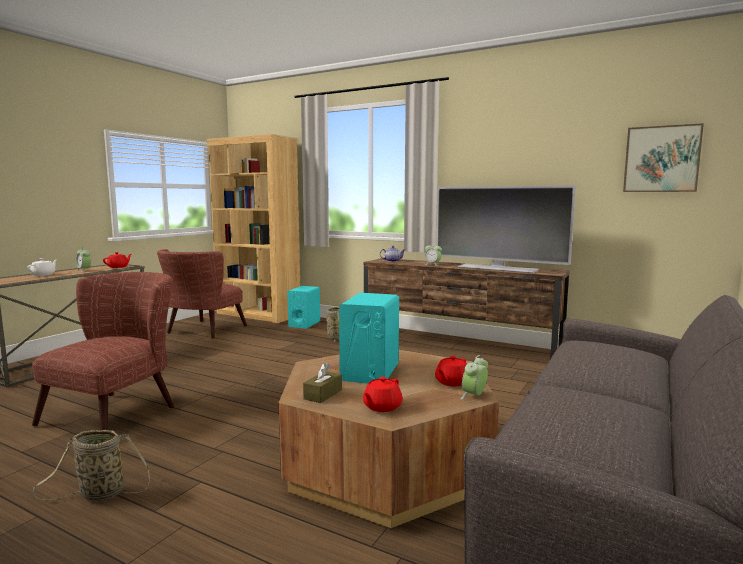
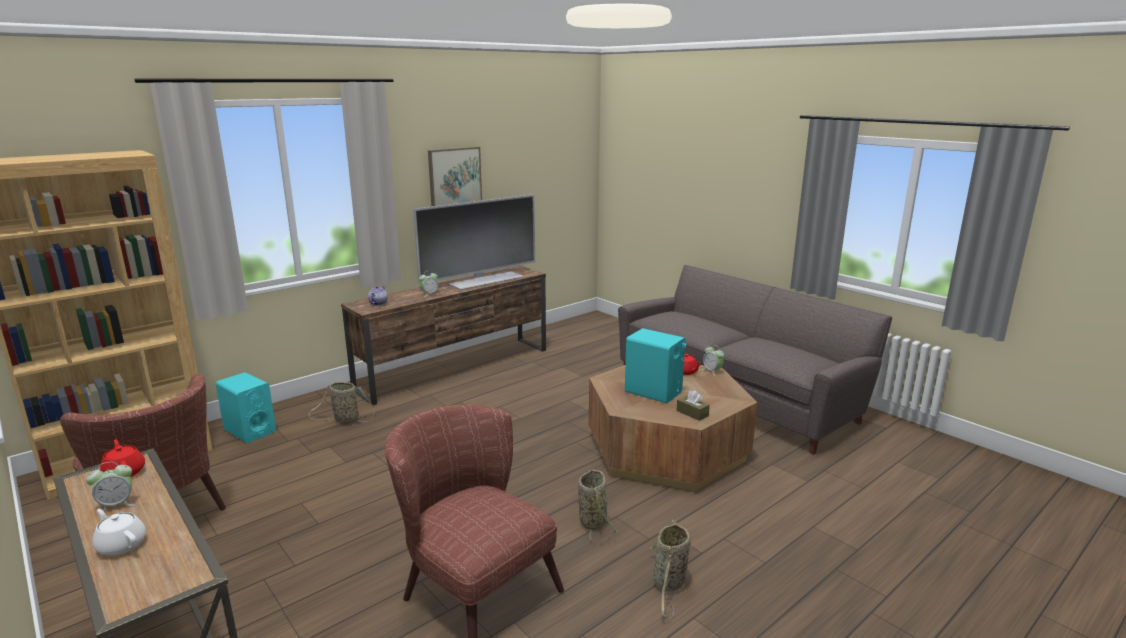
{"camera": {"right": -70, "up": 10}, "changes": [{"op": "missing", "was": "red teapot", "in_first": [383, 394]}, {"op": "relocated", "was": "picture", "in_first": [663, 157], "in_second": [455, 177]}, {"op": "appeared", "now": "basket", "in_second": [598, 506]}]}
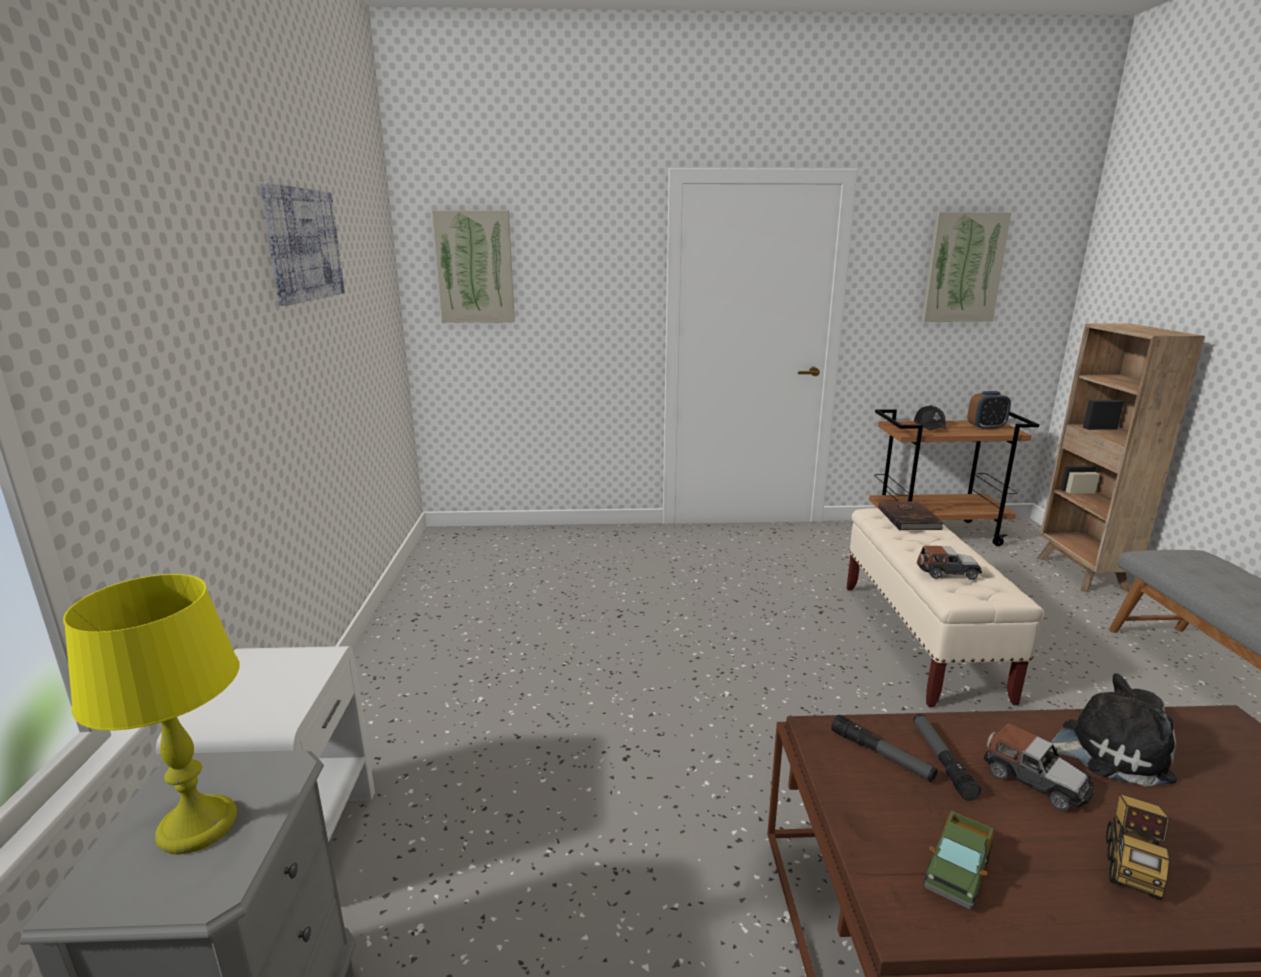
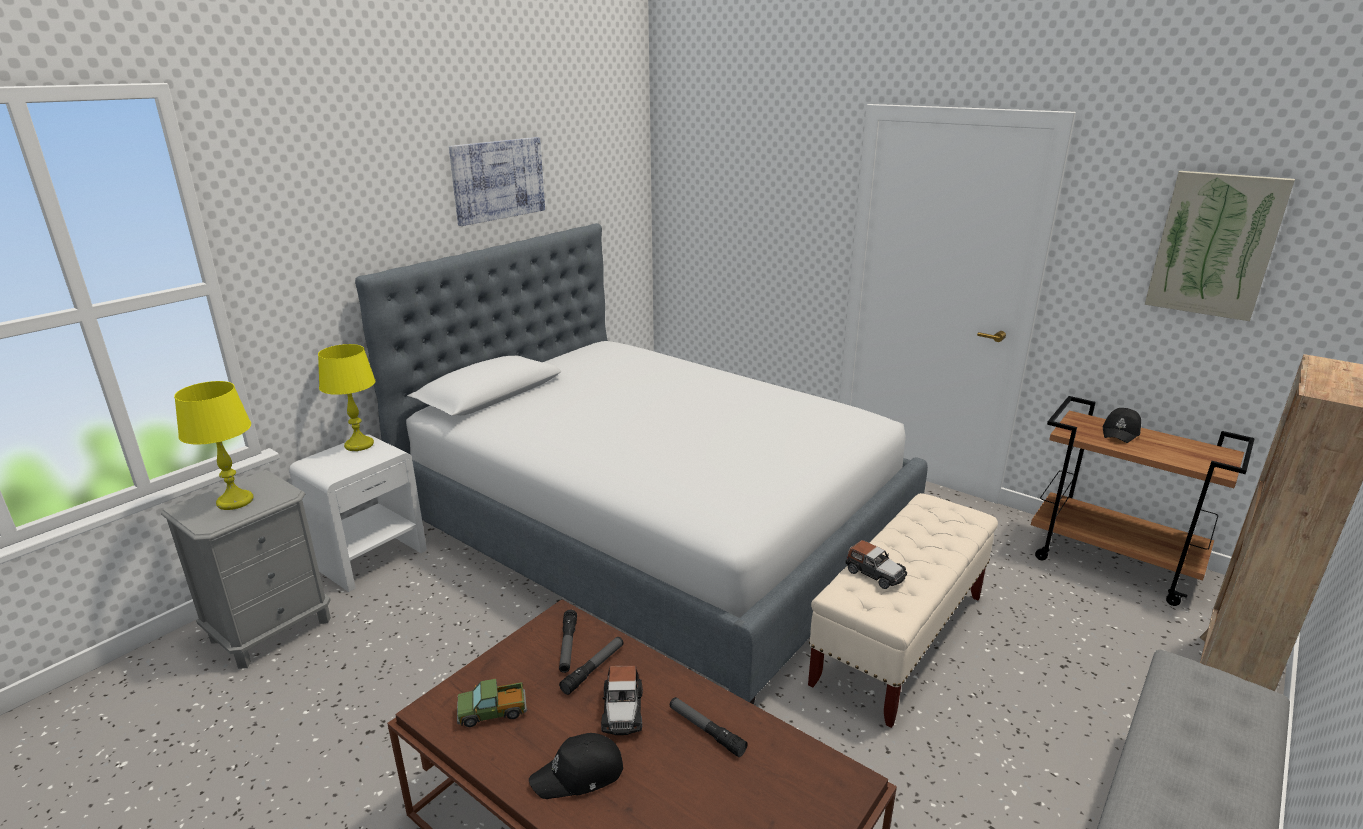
{"camera": {"right": 40, "up": 5}, "changes": [{"op": "missing", "was": "picture", "in_first": [473, 266]}, {"op": "missing", "was": "brown book", "in_first": [911, 515]}, {"op": "missing", "was": "alarm clock", "in_first": [989, 410]}, {"op": "exchanged", "was": "plush toy", "now": "flashlight", "in_first": [1113, 729], "in_second": [709, 727]}, {"op": "exchanged", "was": "toy truck", "now": "black cap", "in_first": [1138, 847], "in_second": [576, 766]}, {"op": "appeared", "now": "yellow table lamp", "in_second": [347, 397]}, {"op": "appeared", "now": "bed", "in_second": [641, 464]}]}
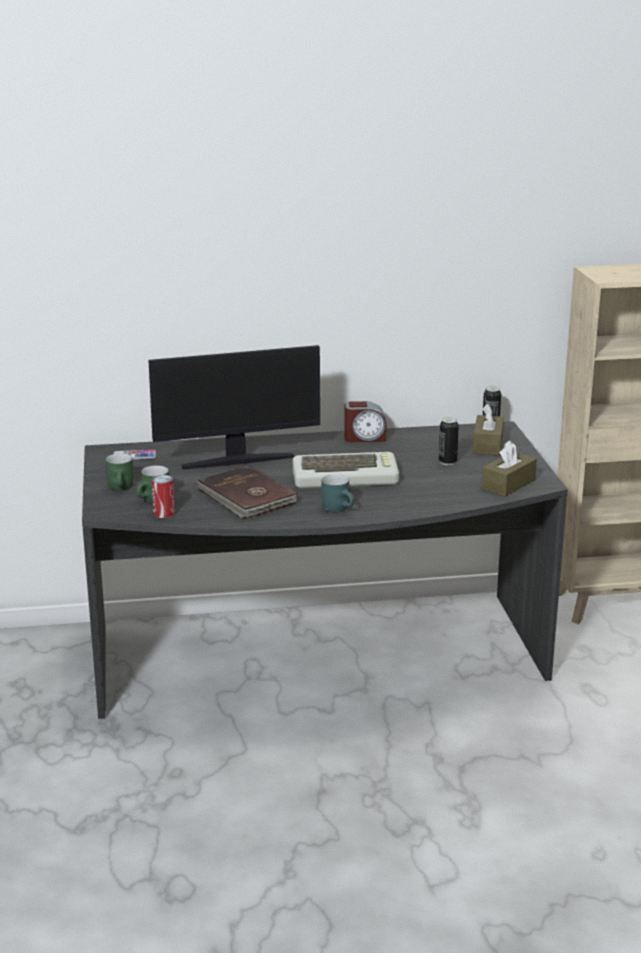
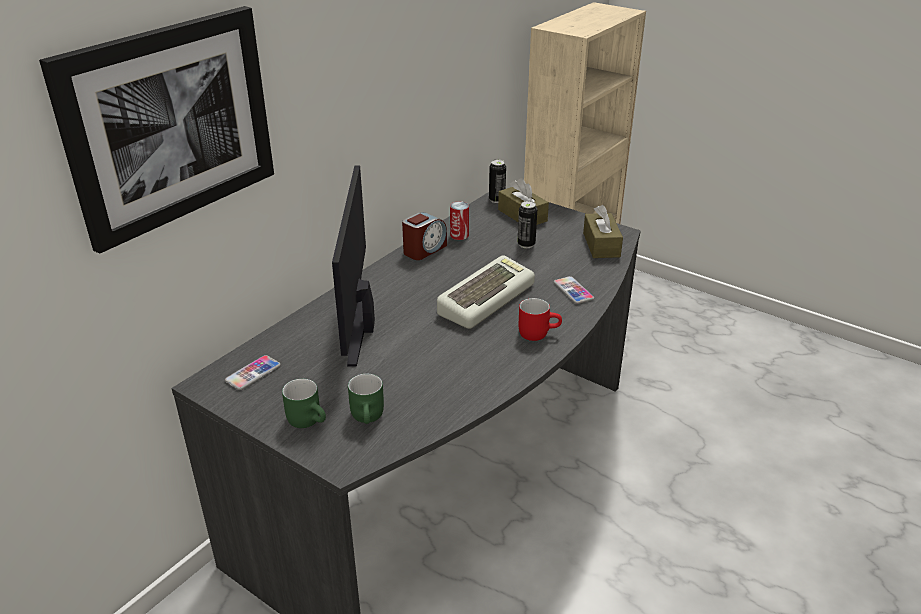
{"camera": {"right": -45, "up": 10}, "changes": [{"op": "spun", "was": "monitor", "in_first": [234, 407], "in_second": [353, 266], "clockwise": 150}, {"op": "relocated", "was": "can", "in_first": [163, 496], "in_second": [459, 220]}, {"op": "missing", "was": "brown book", "in_first": [247, 492]}, {"op": "colour", "was": "turquoise mug", "now": "red mug", "in_first": [337, 493], "in_second": [540, 319]}, {"op": "appeared", "now": "picture", "in_second": [156, 129]}, {"op": "appeared", "now": "phone", "in_second": [574, 290]}]}
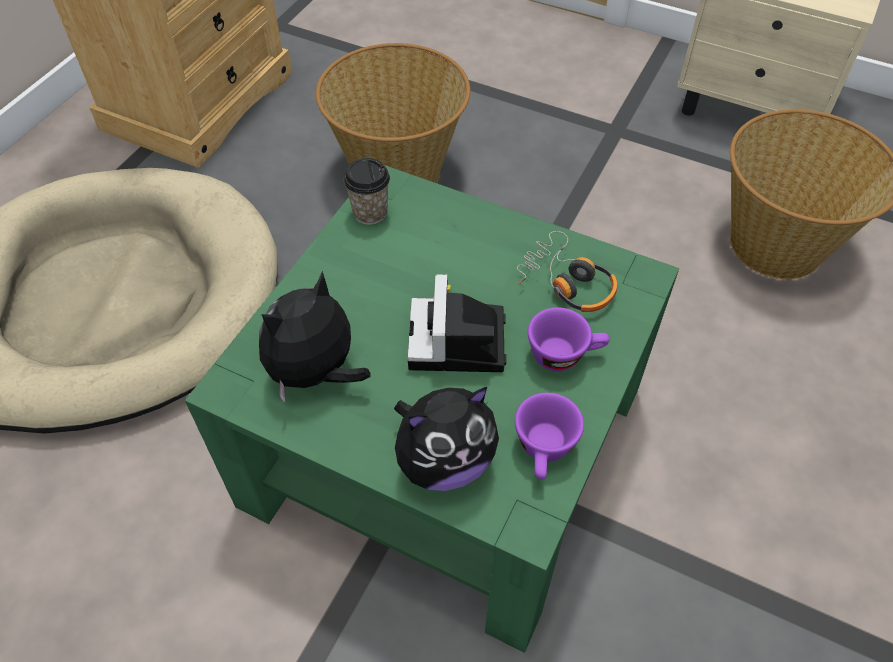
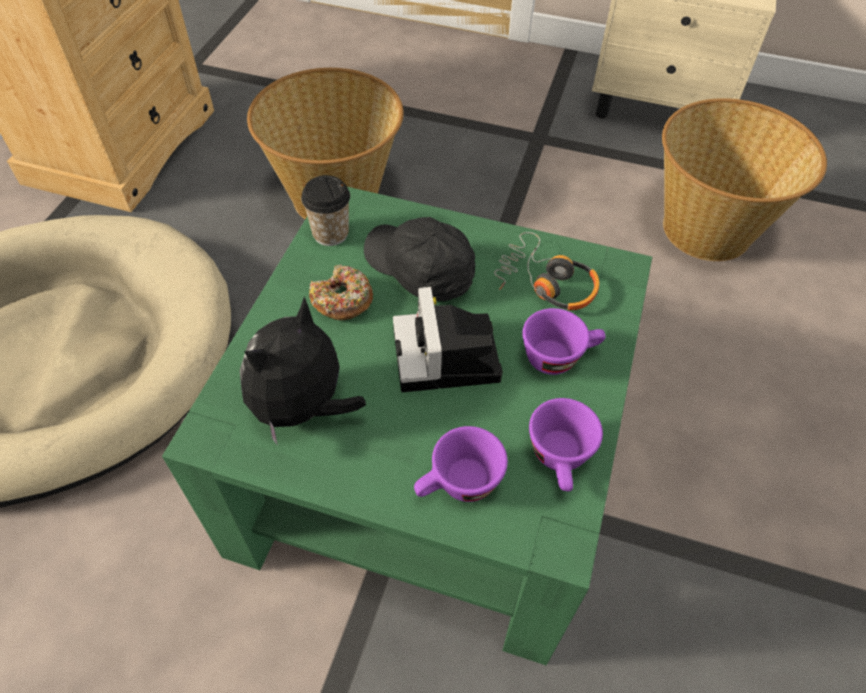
{"camera": {"right": -10, "up": 0}, "changes": [{"op": "exchanged", "was": "plush toy", "now": "purple cup", "in_first": [446, 439], "in_second": [461, 464]}, {"op": "appeared", "now": "donut", "in_second": [341, 292]}, {"op": "appeared", "now": "black cap", "in_second": [419, 259]}]}
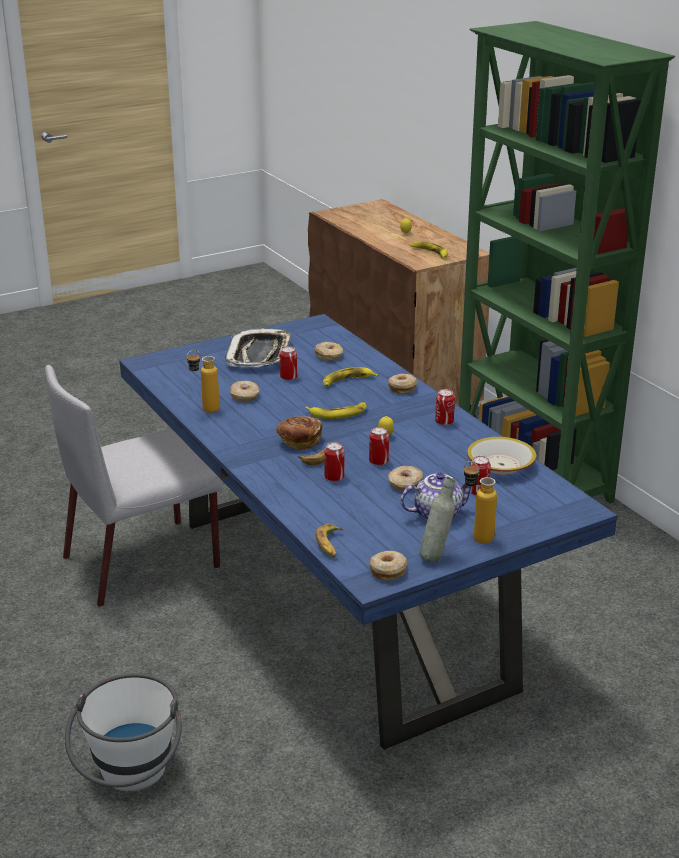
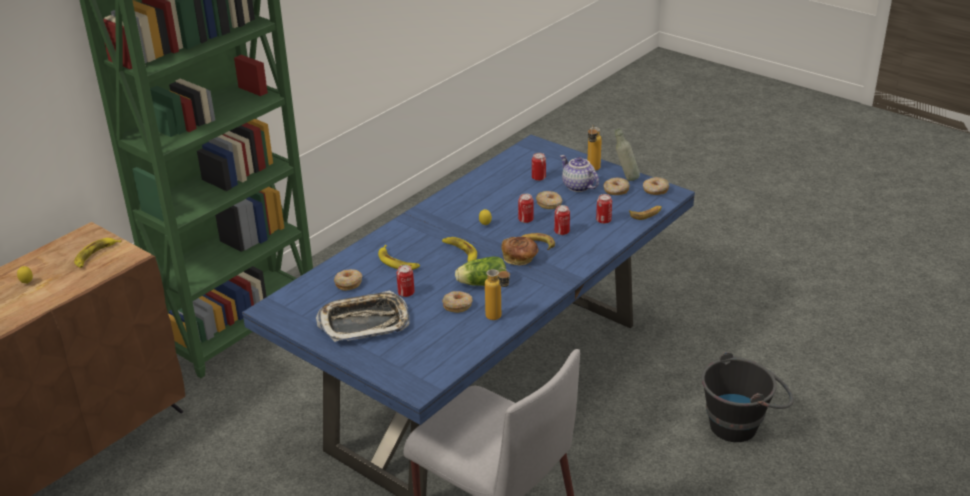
{"camera": {"right": -110, "up": 5}, "changes": [{"op": "colour", "was": "white bucket", "now": "black bucket", "in_first": [123, 732], "in_second": [747, 397]}, {"op": "relocated", "was": "donut", "in_first": [402, 384], "in_second": [616, 186]}, {"op": "relocated", "was": "can", "in_first": [445, 407], "in_second": [604, 209]}, {"op": "missing", "was": "bowl", "in_first": [501, 456]}, {"op": "appeared", "now": "lettuce", "in_second": [480, 271]}]}
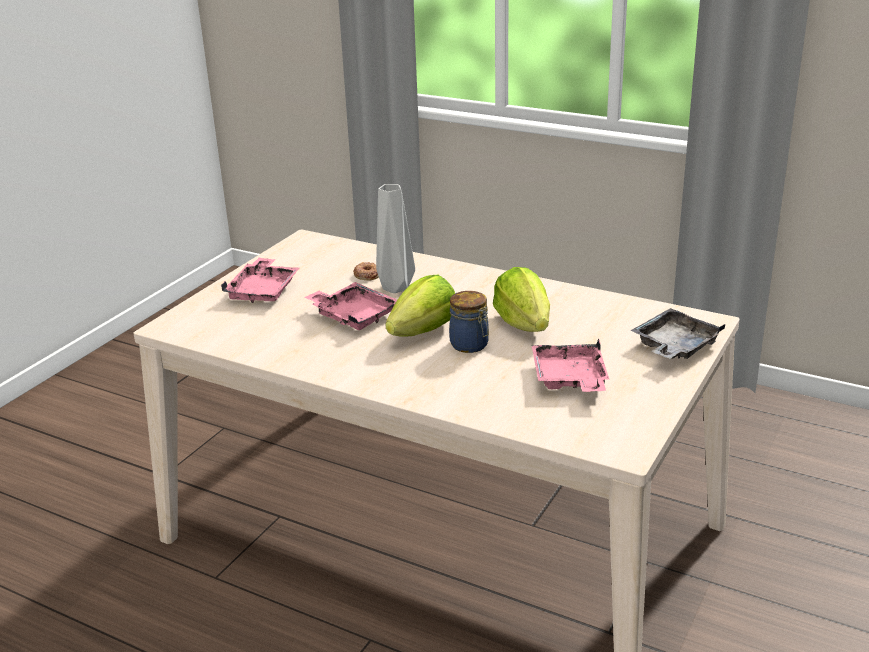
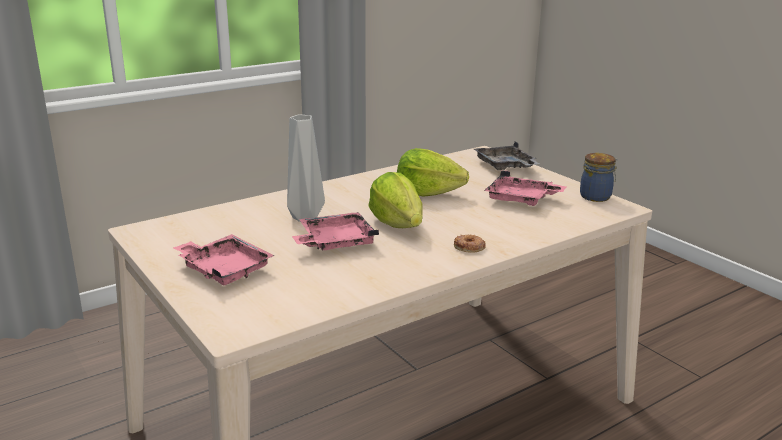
{"camera": {"right": -65, "up": -5}, "changes": [{"op": "relocated", "was": "donut", "in_first": [366, 271], "in_second": [470, 243]}, {"op": "relocated", "was": "jar", "in_first": [469, 322], "in_second": [599, 177]}]}
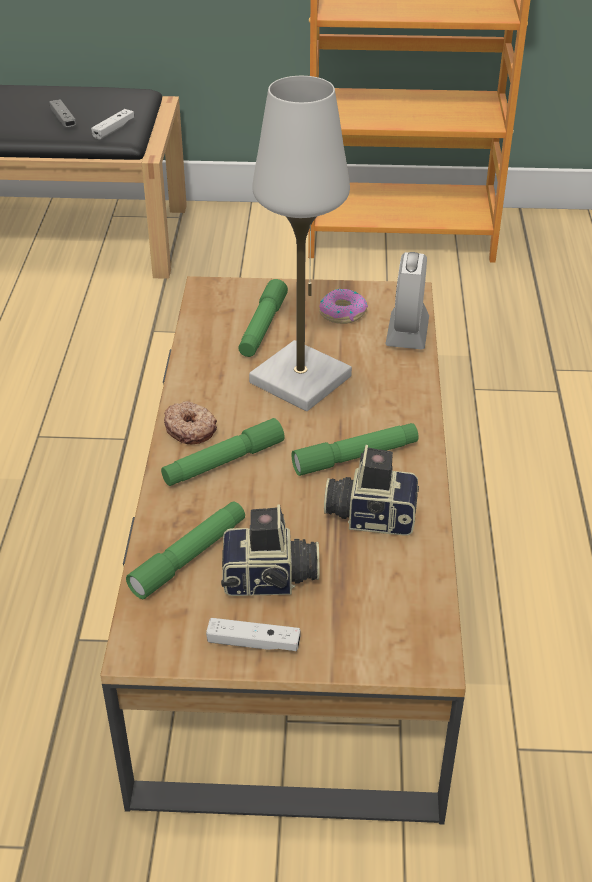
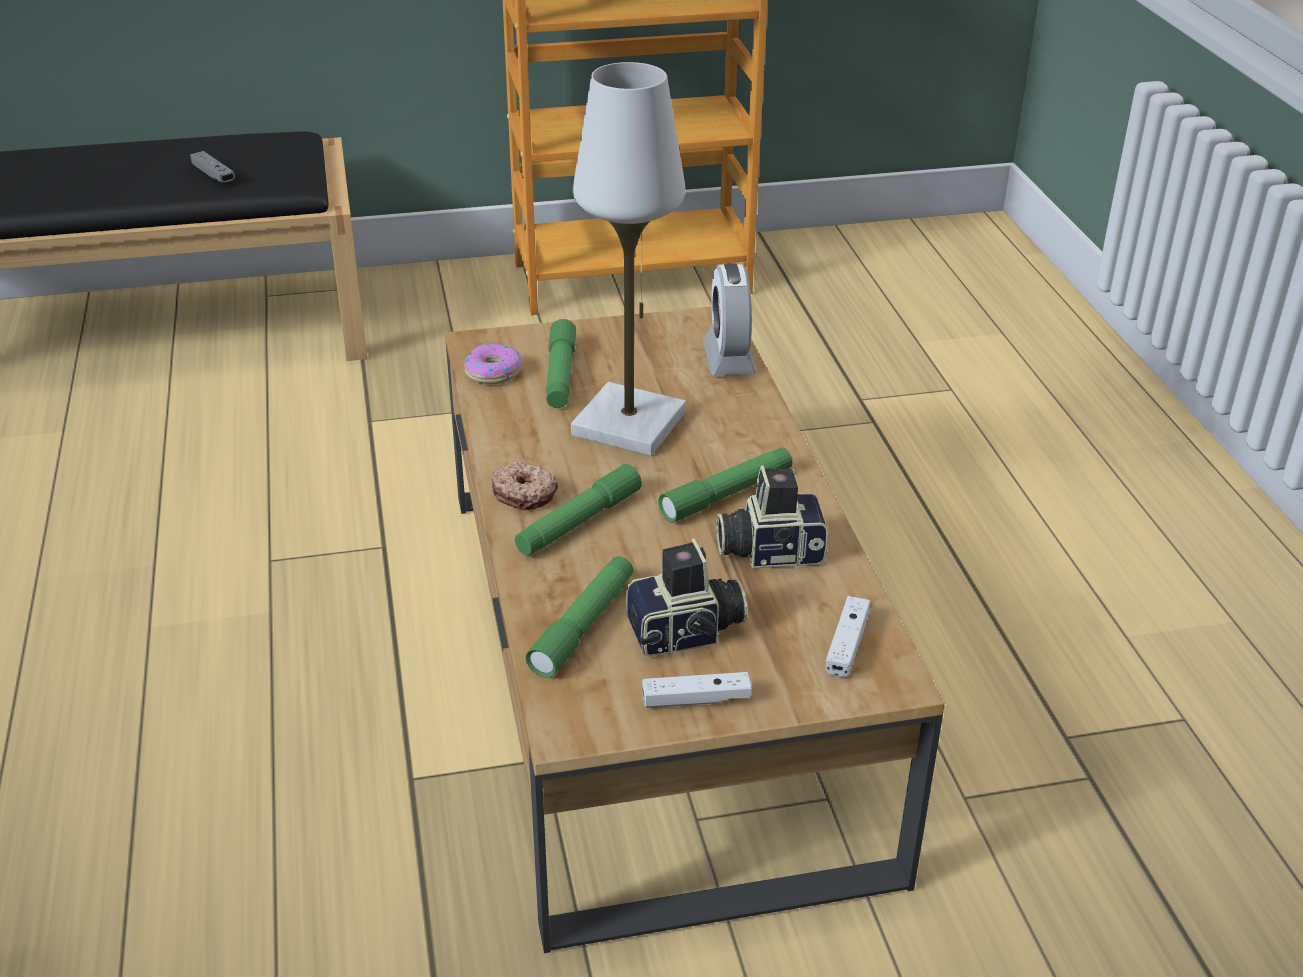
{"camera": {"right": -15, "up": -5}, "changes": [{"op": "relocated", "was": "white game controller", "in_first": [112, 124], "in_second": [847, 636]}, {"op": "relocated", "was": "donut", "in_first": [343, 306], "in_second": [493, 363]}]}
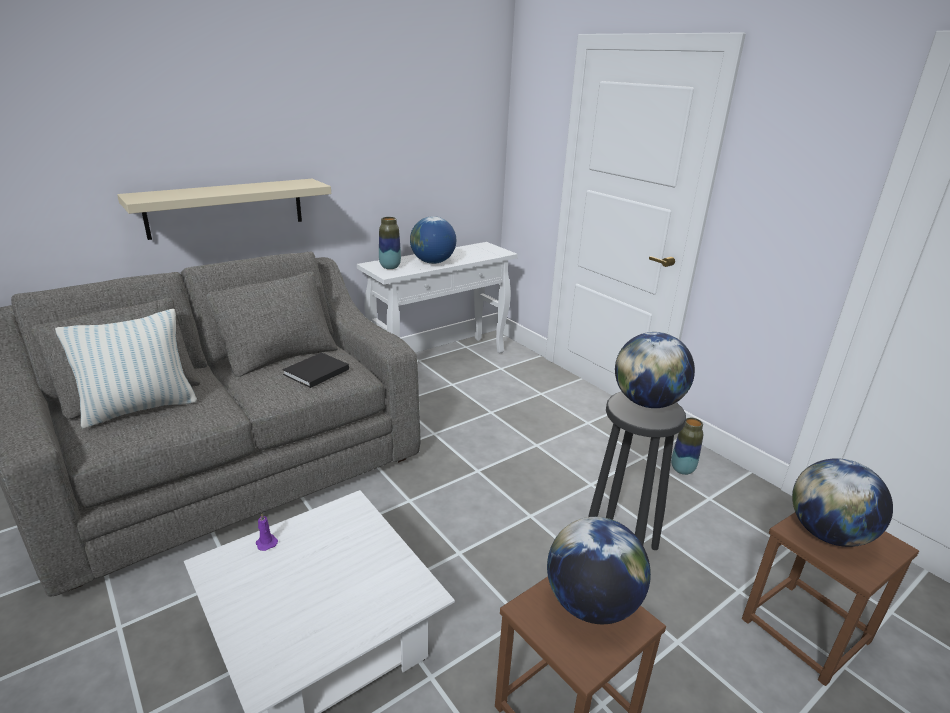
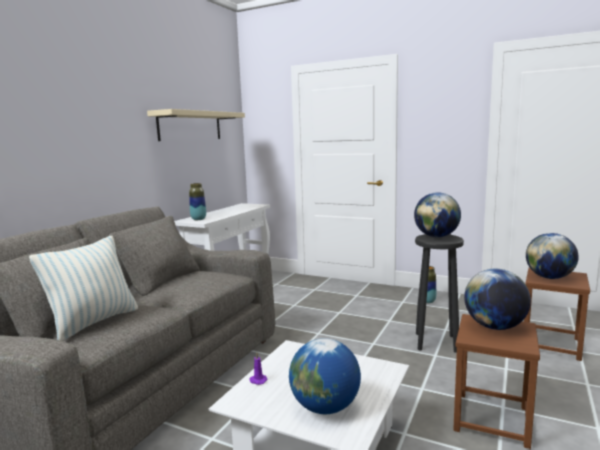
{"camera": {"right": -25, "up": -15}, "changes": [{"op": "relocated", "was": "beige shelf", "in_first": [224, 209], "in_second": [196, 125]}, {"op": "missing", "was": "black book", "in_first": [315, 370]}, {"op": "relocated", "was": "globe", "in_first": [433, 240], "in_second": [325, 376]}]}
